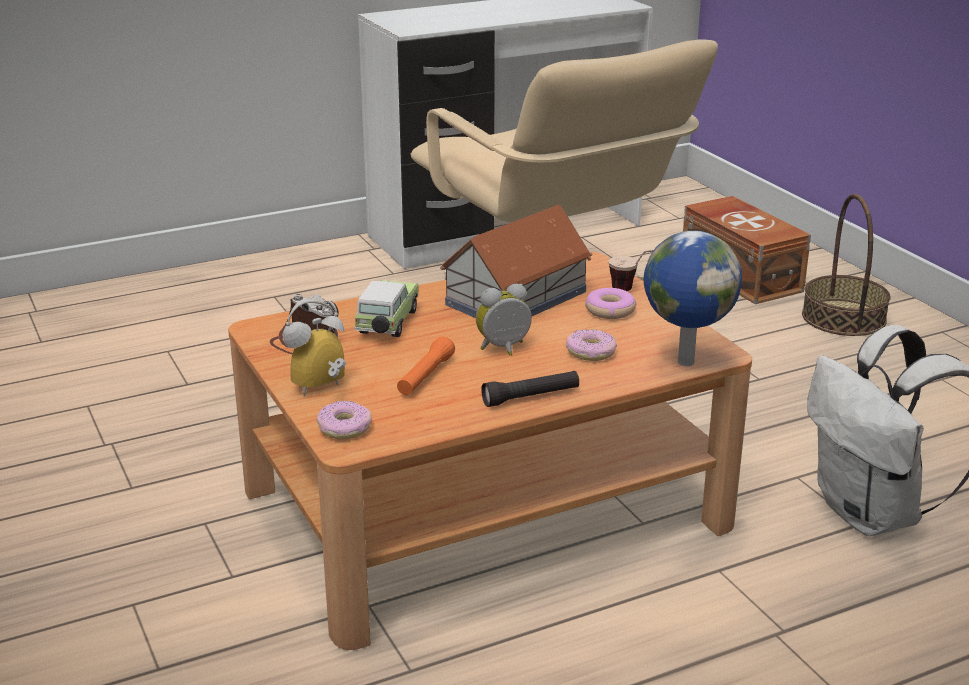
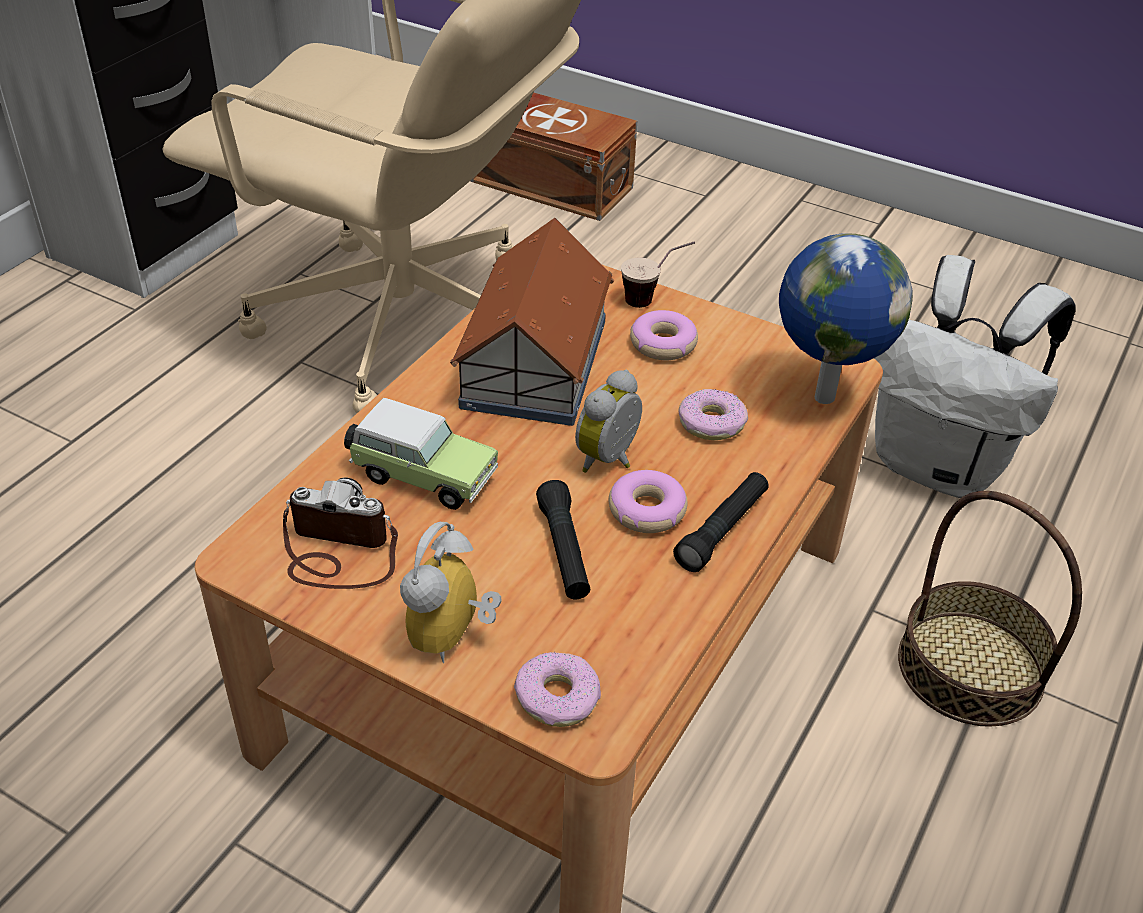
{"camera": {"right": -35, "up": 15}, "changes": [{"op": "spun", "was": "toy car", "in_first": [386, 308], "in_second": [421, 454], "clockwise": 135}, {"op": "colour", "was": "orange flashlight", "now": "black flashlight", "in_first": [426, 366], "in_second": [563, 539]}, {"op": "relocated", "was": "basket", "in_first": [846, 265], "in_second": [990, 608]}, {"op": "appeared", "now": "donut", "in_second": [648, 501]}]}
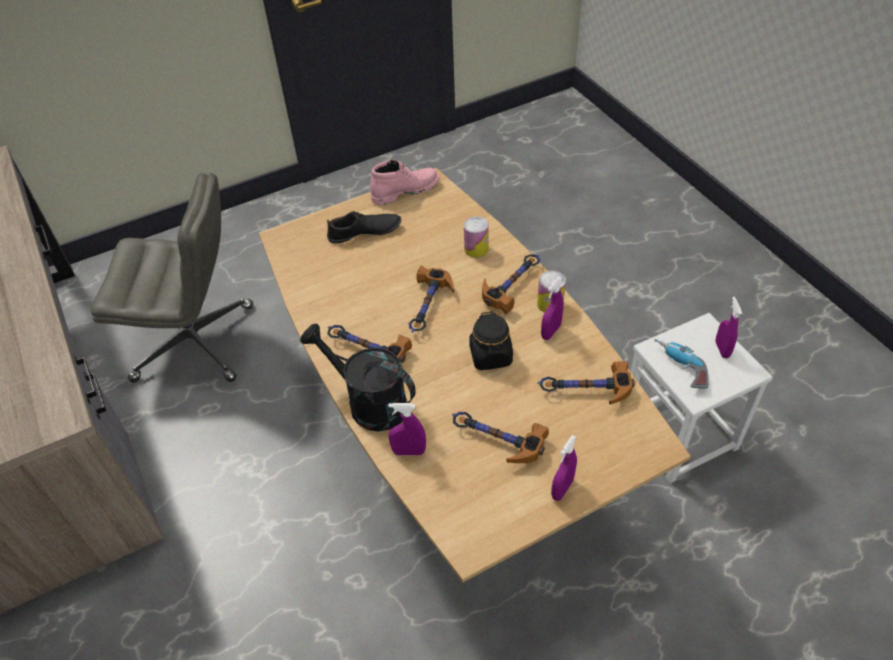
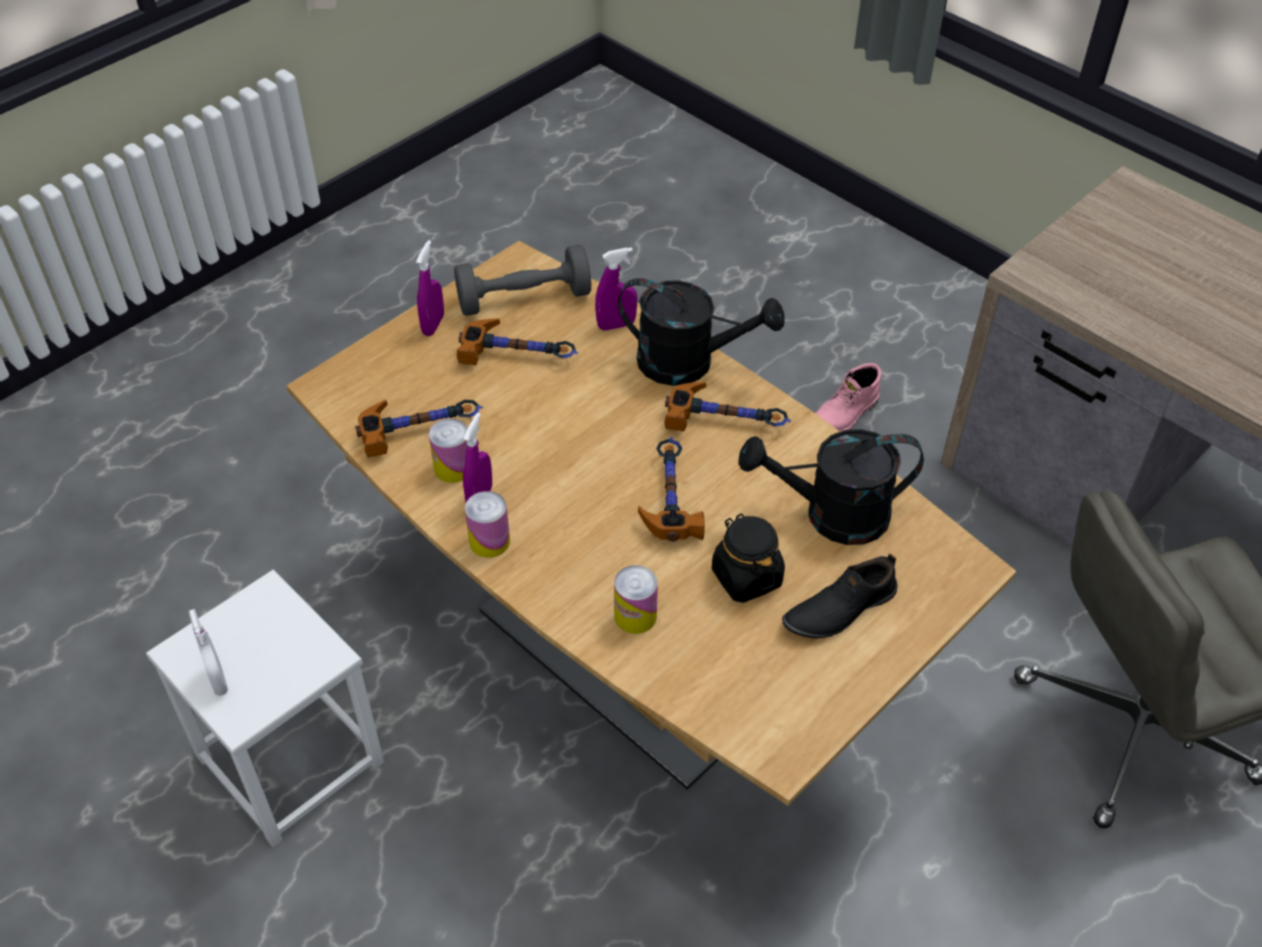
{"camera": {"right": 160, "up": 0}, "changes": [{"op": "relocated", "was": "pink boot", "in_first": [405, 182], "in_second": [848, 397]}, {"op": "relocated", "was": "black jar", "in_first": [491, 341], "in_second": [748, 558]}, {"op": "missing", "was": "hammer", "in_first": [511, 284]}, {"op": "missing", "was": "power drill", "in_first": [681, 363]}, {"op": "colour", "was": "purple spray bottle", "now": "white spray bottle", "in_first": [728, 327], "in_second": [208, 652]}, {"op": "appeared", "now": "can", "in_second": [448, 450]}, {"op": "appeared", "now": "grey dumbbell", "in_second": [522, 280]}, {"op": "appeared", "now": "black watering can", "in_second": [831, 487]}]}
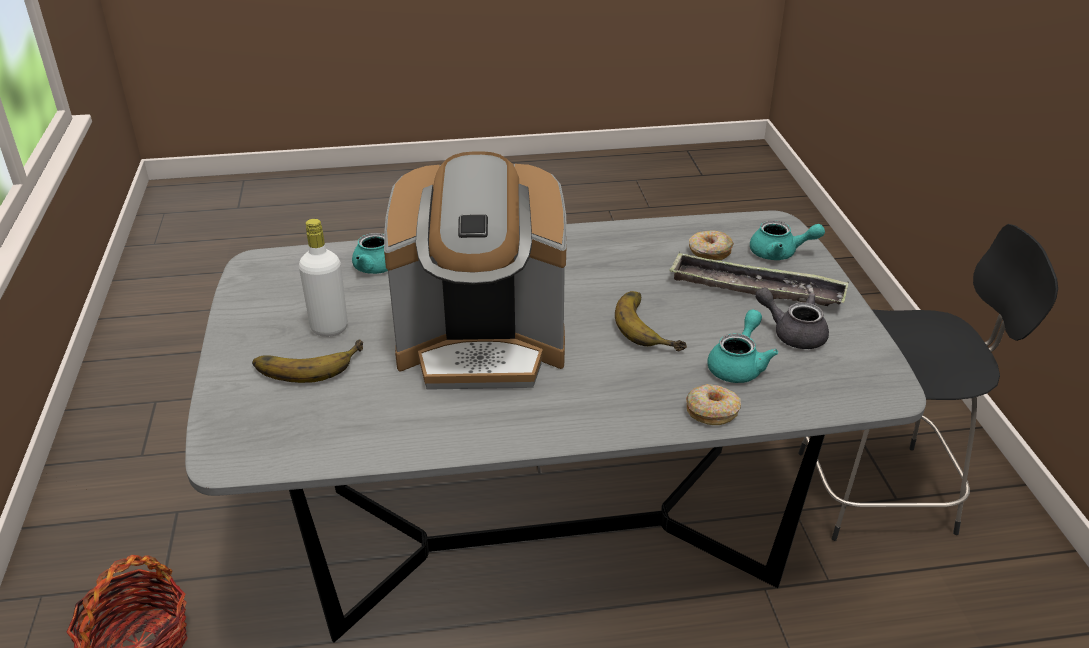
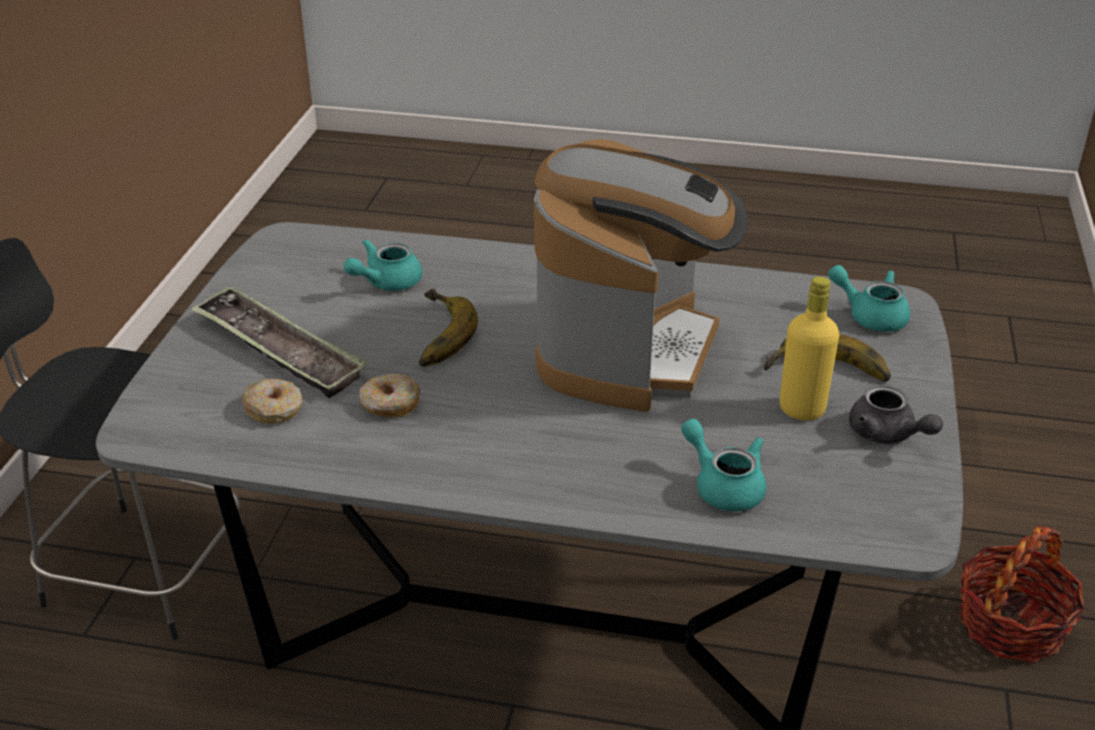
{"camera": {"right": -160, "up": 0}, "changes": [{"op": "colour", "was": "white bottle", "now": "yellow bottle", "in_first": [323, 278], "in_second": [809, 348]}, {"op": "spun", "was": "coffee machine", "in_first": [475, 270], "in_second": [641, 275], "clockwise": 90}, {"op": "relocated", "was": "donut", "in_first": [713, 404], "in_second": [390, 395]}, {"op": "relocated", "was": "turquoise teapot", "in_first": [787, 240], "in_second": [869, 298]}, {"op": "relocated", "was": "grey teapot", "in_first": [792, 318], "in_second": [896, 414]}]}
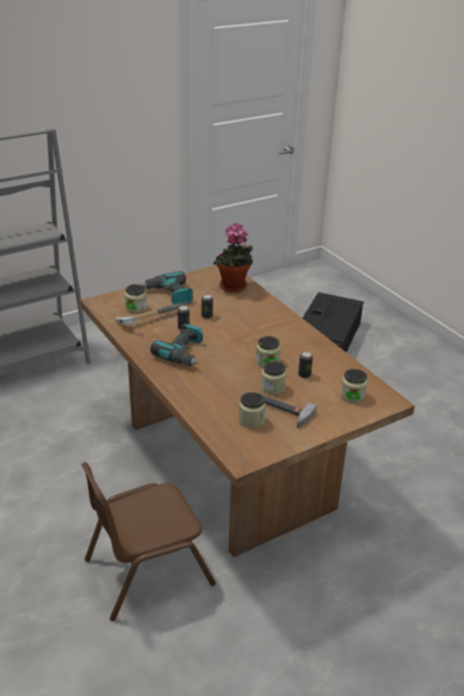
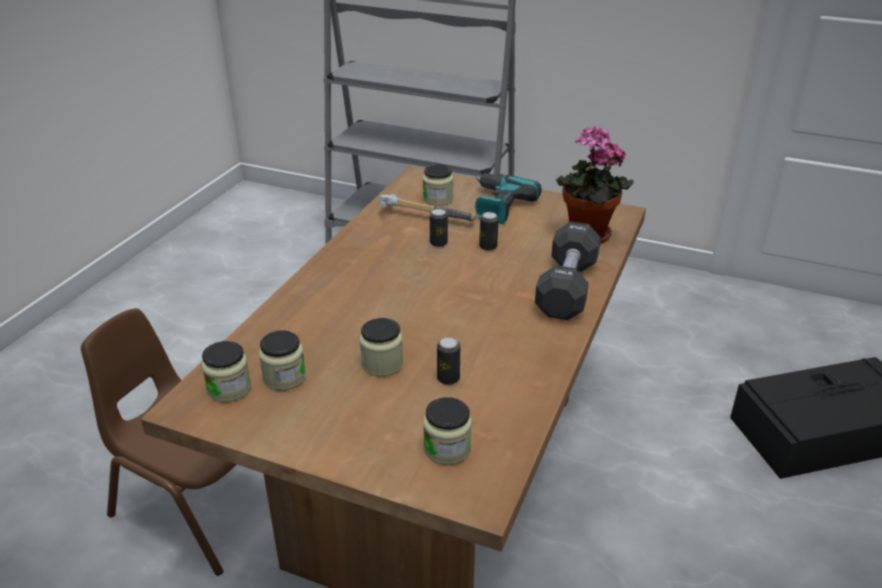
{"camera": {"right": 55, "up": 0}, "changes": [{"op": "missing", "was": "power drill", "in_first": [176, 344]}, {"op": "missing", "was": "hammer", "in_first": [284, 409]}, {"op": "relocated", "was": "jar", "in_first": [268, 351], "in_second": [226, 371]}, {"op": "appeared", "now": "black dumbbell", "in_second": [568, 270]}]}
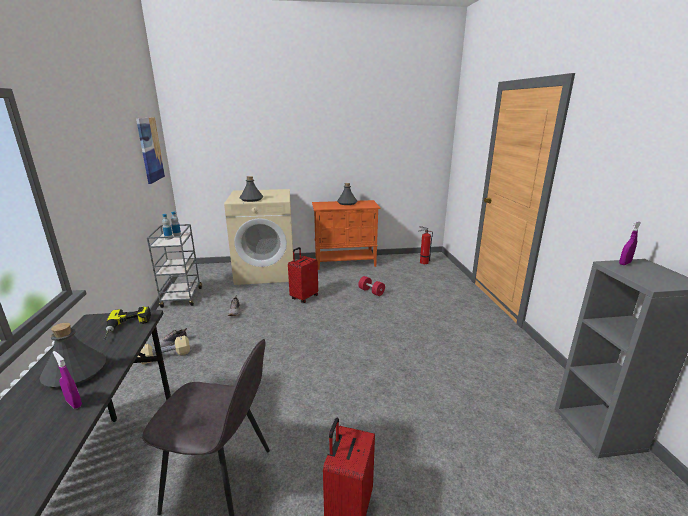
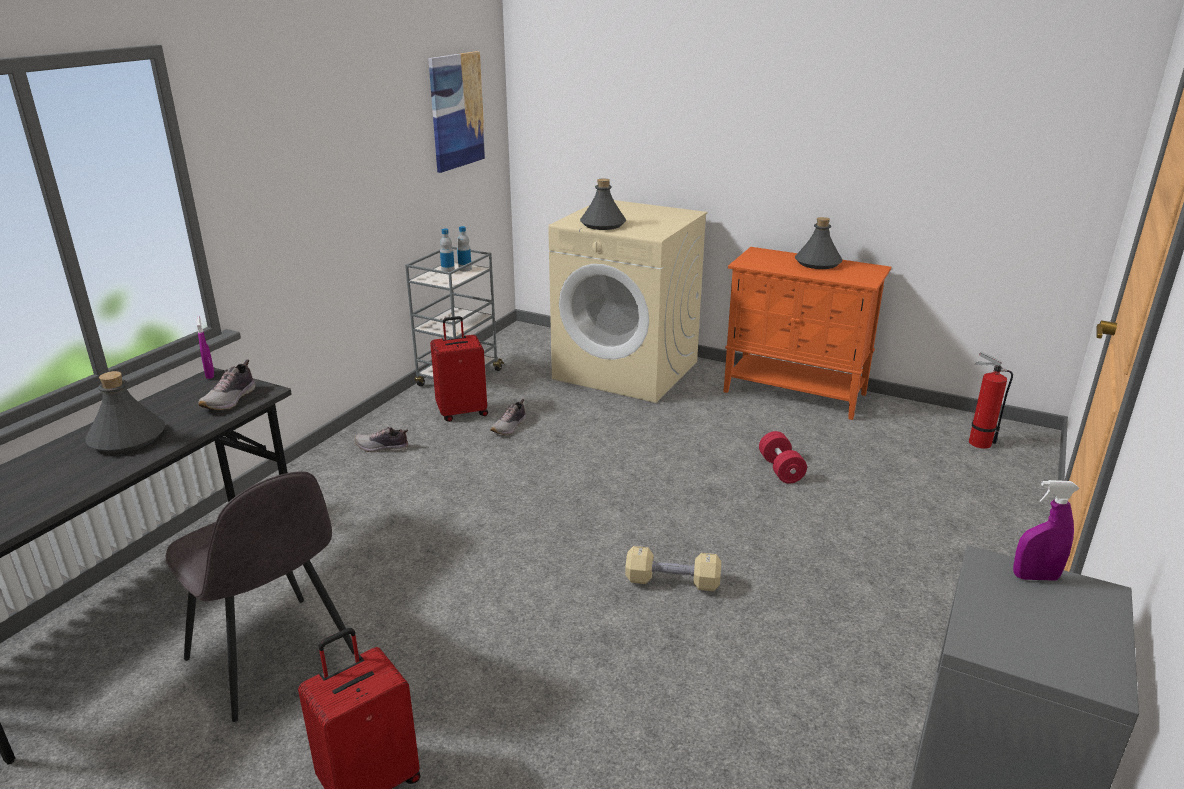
{"camera": {"right": 35, "up": 5}, "changes": [{"op": "relocated", "was": "purple spray bottle", "in_first": [67, 379], "in_second": [205, 347]}, {"op": "exchanged", "was": "power drill", "now": "shoe", "in_first": [127, 323], "in_second": [227, 385]}, {"op": "relocated", "was": "beige dumbbell", "in_first": [163, 350], "in_second": [673, 568]}, {"op": "relocated", "was": "red suitcase", "in_first": [303, 275], "in_second": [459, 369]}]}
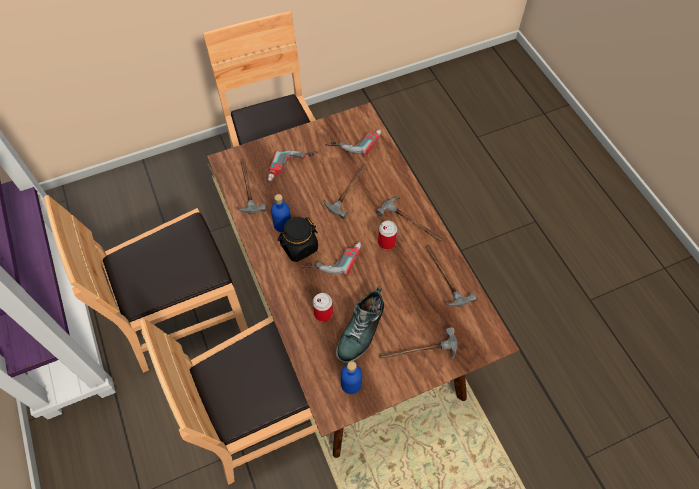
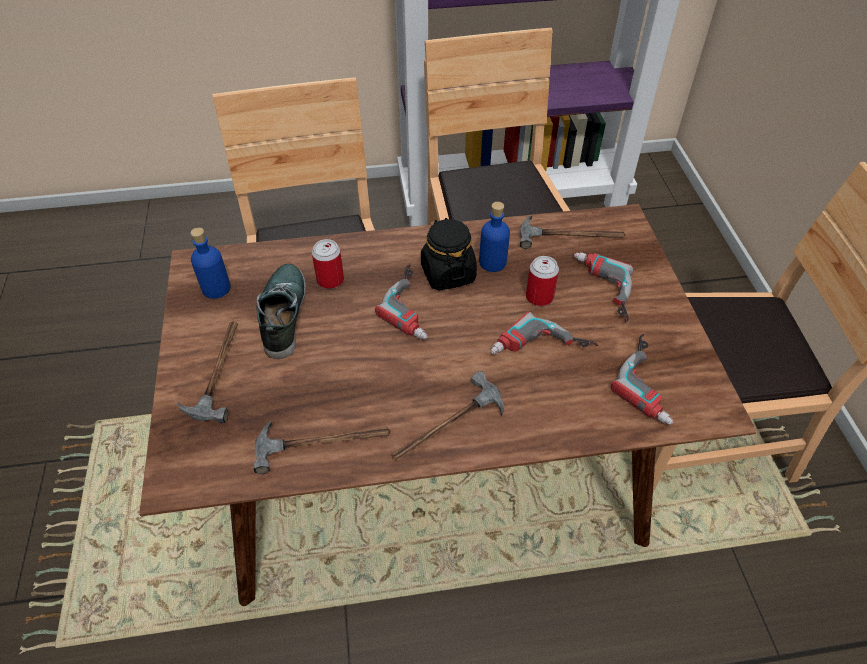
{"camera": {"right": 105, "up": -10}, "changes": [{"op": "exchanged", "was": "hammer", "now": "power drill", "in_first": [345, 191], "in_second": [544, 333]}, {"op": "spun", "was": "shoe", "in_first": [360, 325], "in_second": [281, 311], "clockwise": 45}, {"op": "relocated", "was": "can", "in_first": [387, 235], "in_second": [542, 281]}]}
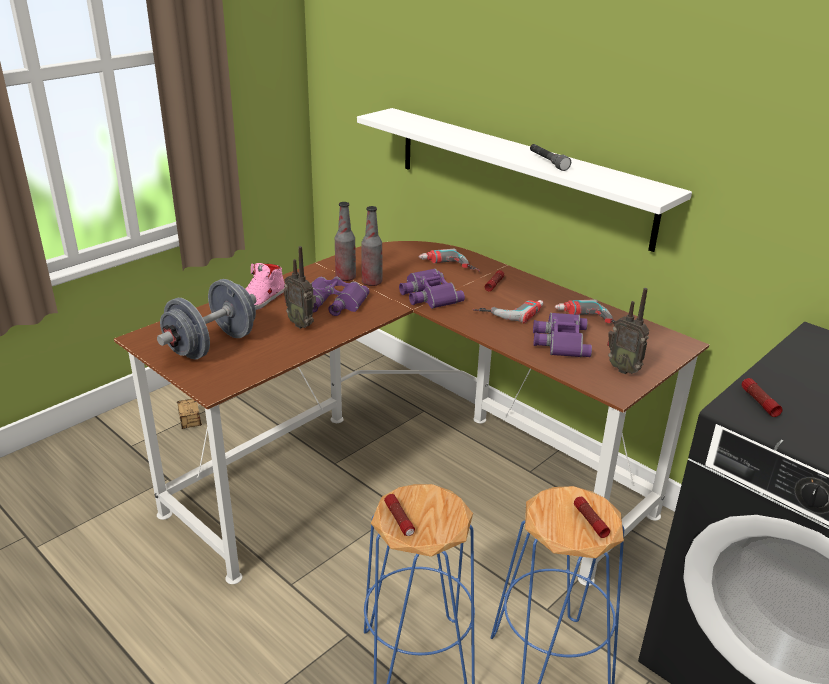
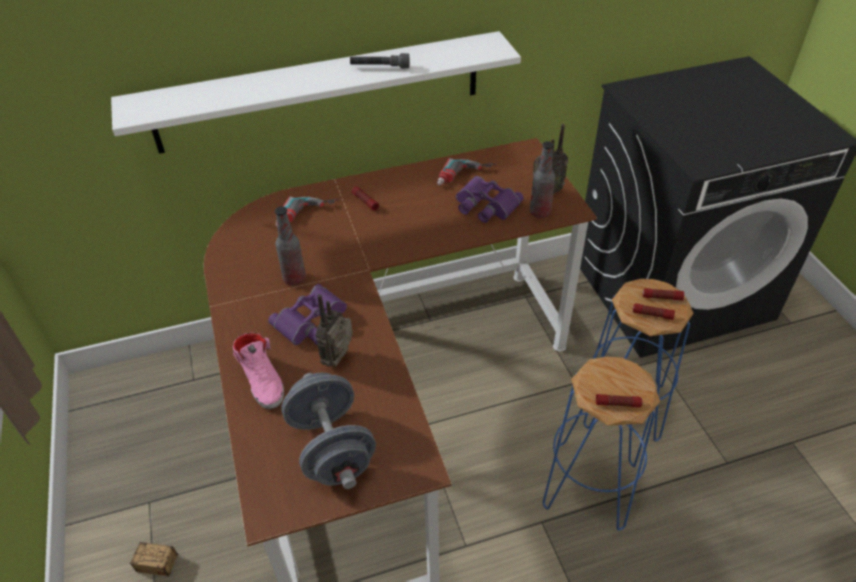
{"camera": {"right": -60, "up": 15}, "changes": [{"op": "spun", "was": "radio", "in_first": [299, 287], "in_second": [334, 330], "clockwise": 135}, {"op": "relocated", "was": "bottle", "in_first": [345, 241], "in_second": [542, 179]}, {"op": "missing", "was": "purple binoculars", "in_first": [432, 289]}, {"op": "missing", "was": "power drill", "in_first": [508, 311]}, {"op": "relocated", "was": "flashlight", "in_first": [762, 397], "in_second": [654, 311]}]}
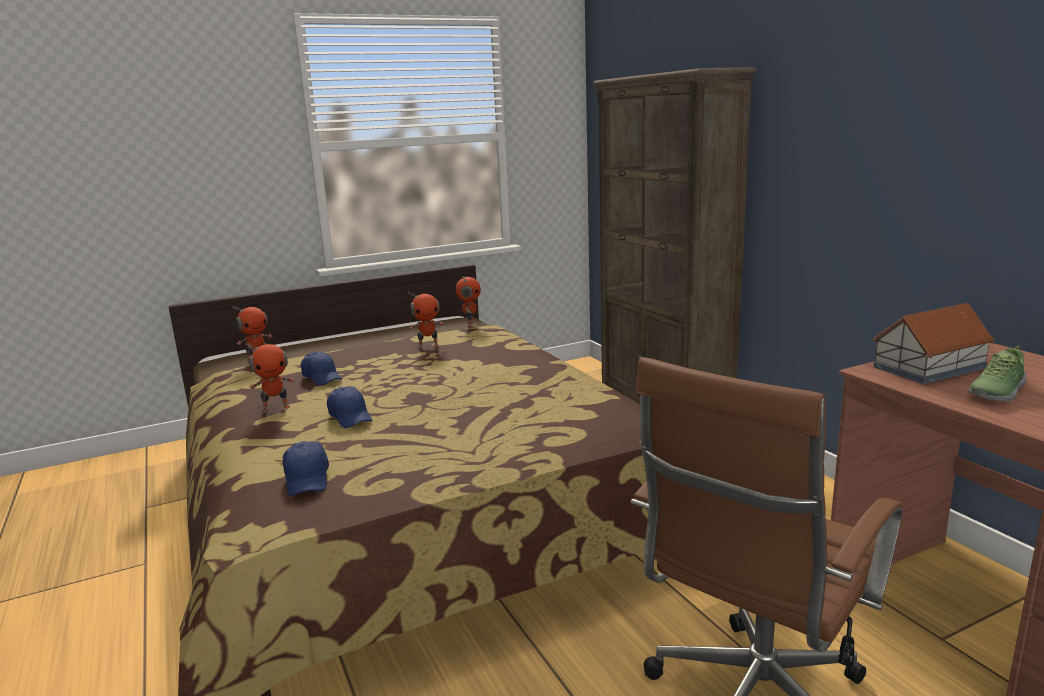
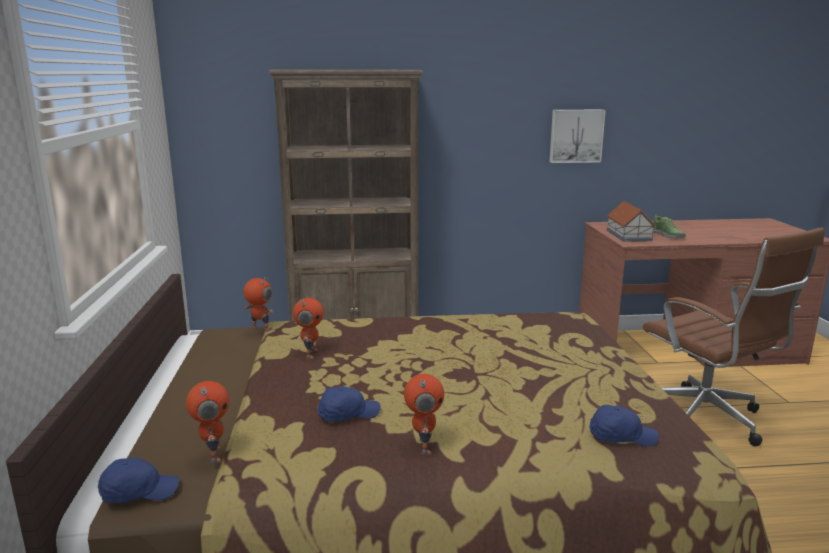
{"camera": {"right": -70, "up": 0}, "changes": [{"op": "relocated", "was": "blue cap", "in_first": [349, 407], "in_second": [138, 480]}, {"op": "appeared", "now": "picture", "in_second": [577, 136]}]}
